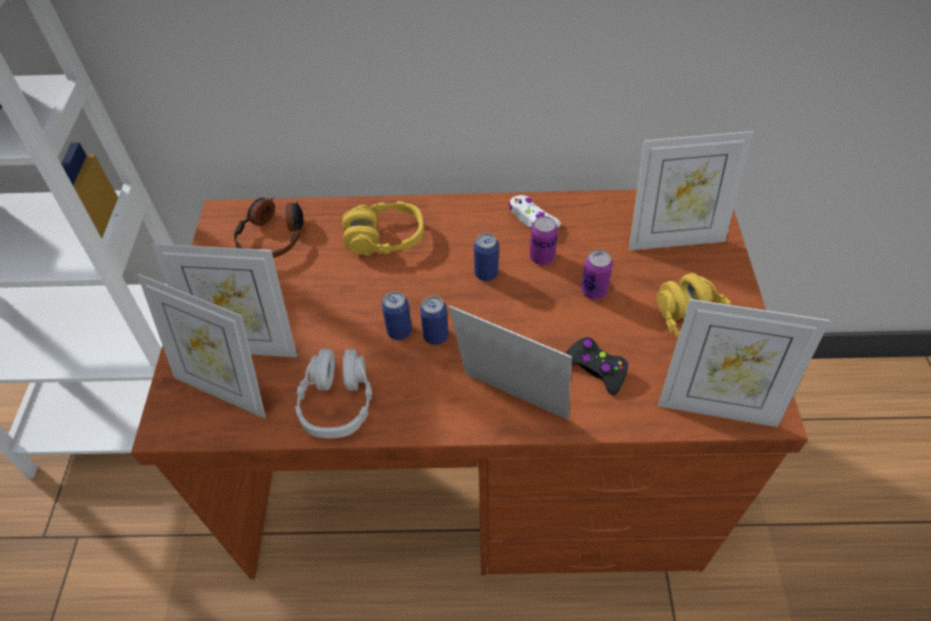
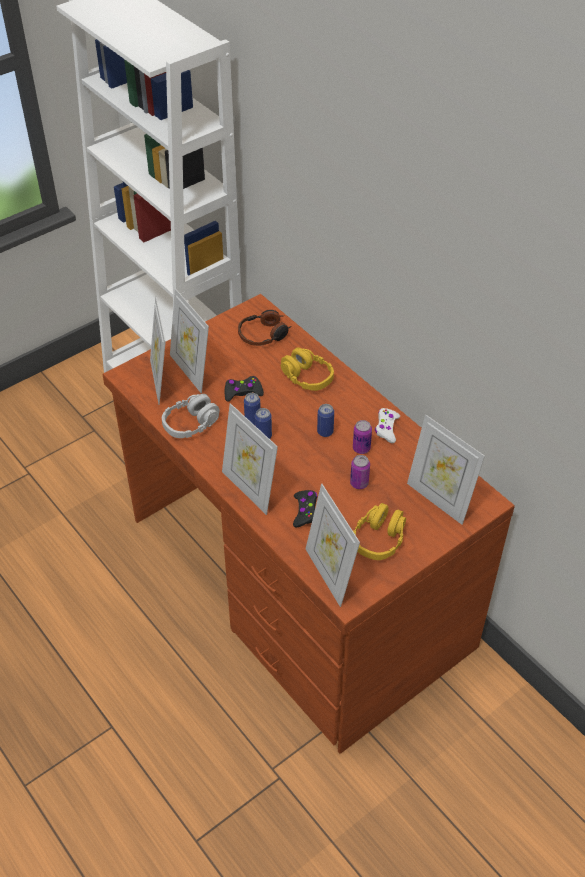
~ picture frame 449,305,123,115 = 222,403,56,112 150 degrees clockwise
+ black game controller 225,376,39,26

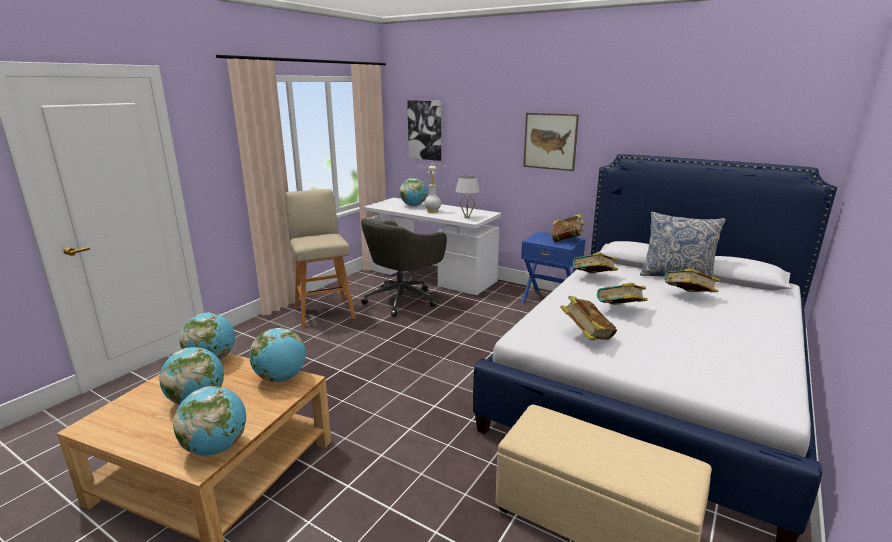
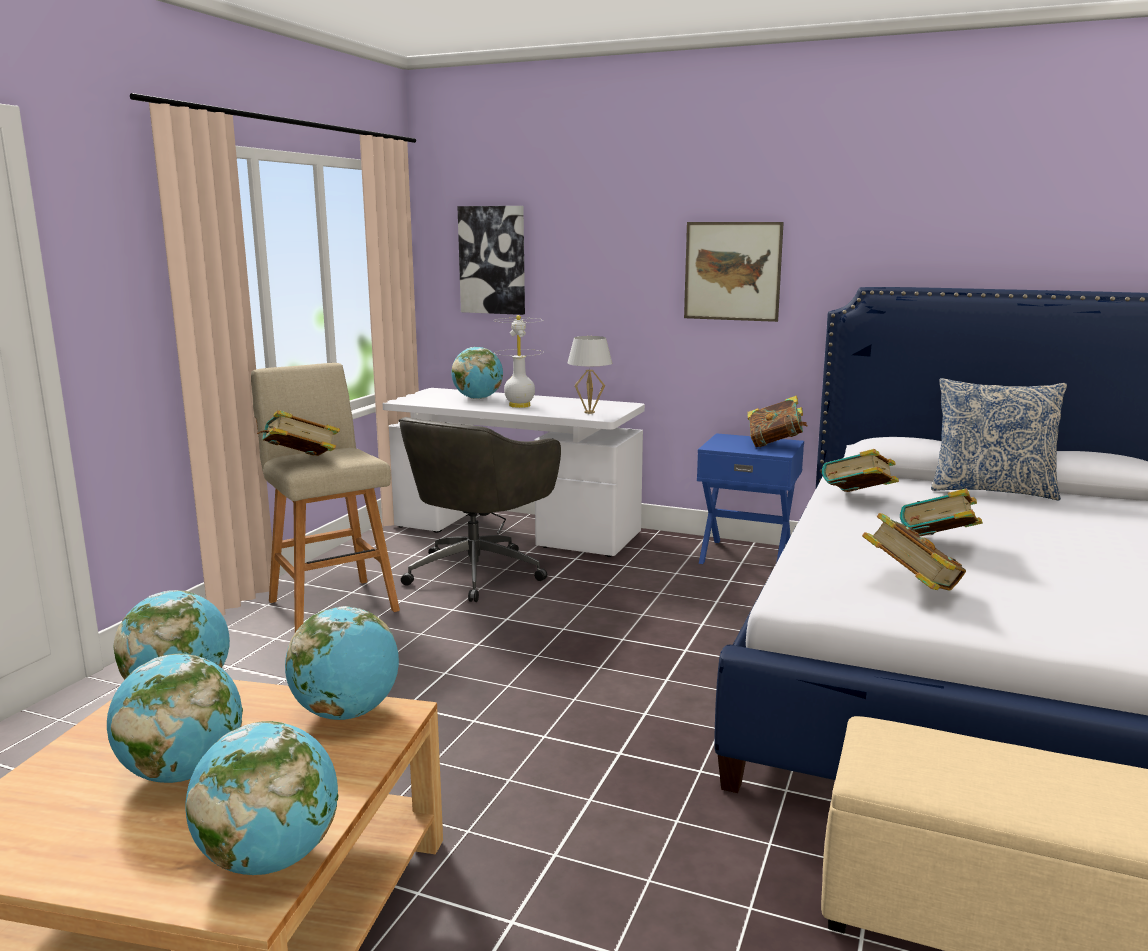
~ book 664,269,56,23 to 257,410,83,46

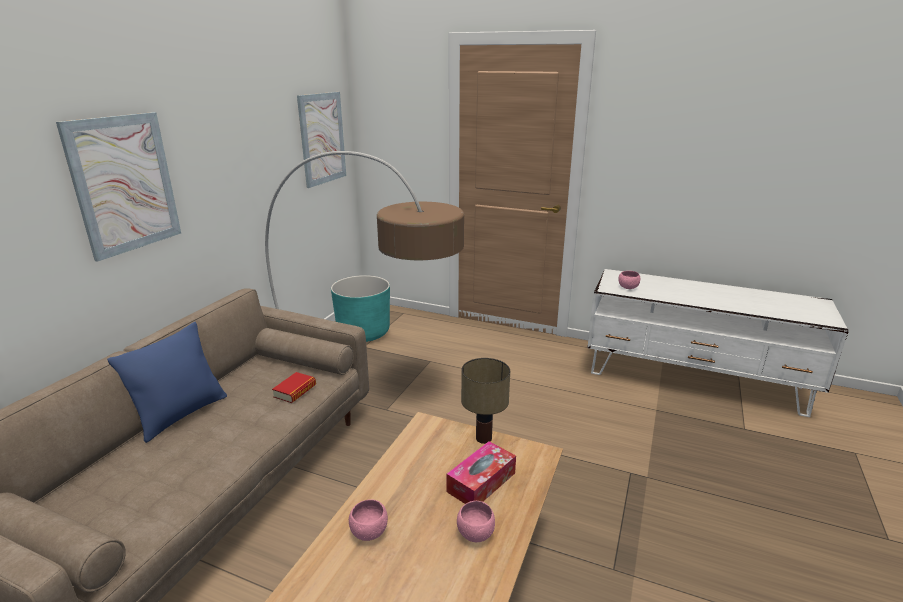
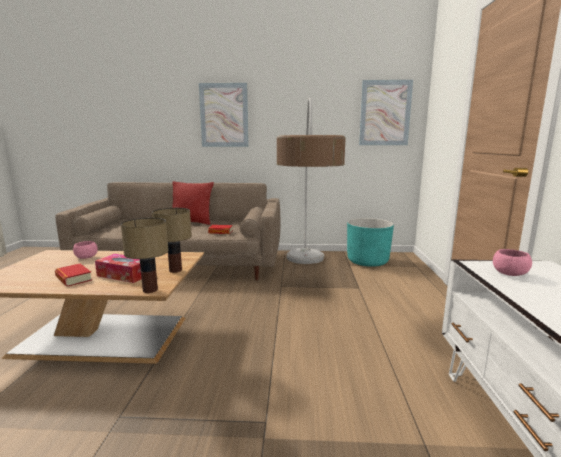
~ blue pillow 107,322,120,121 to red pillow 172,181,42,44
~ pink bowl 457,501,38,41 to book 55,264,37,23
+ table lamp 121,218,48,75

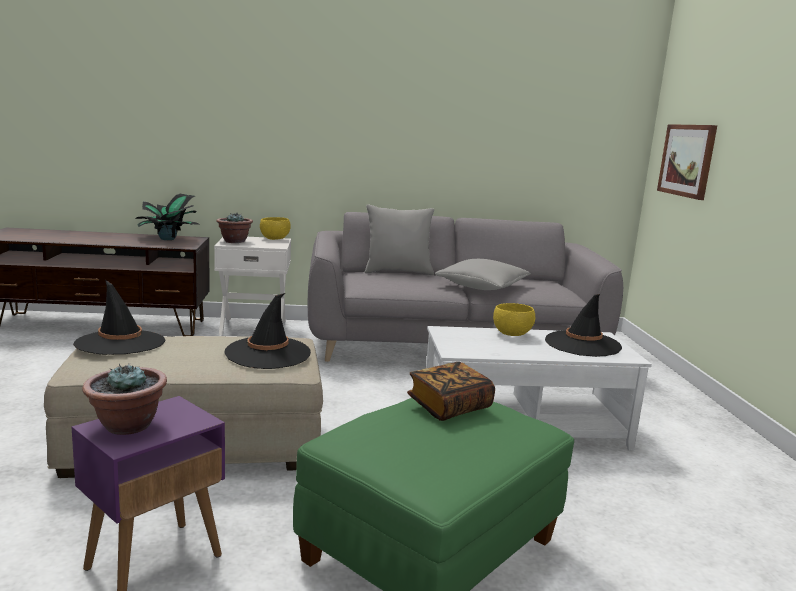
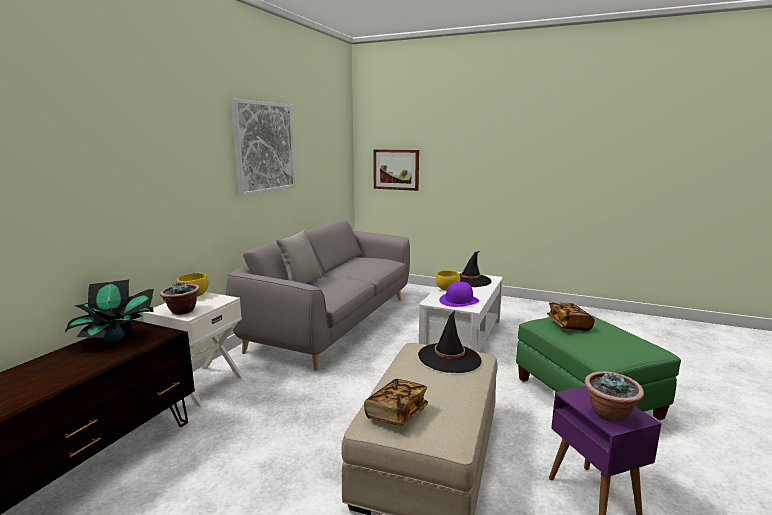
~ black hat 73,280,93,75 to book 364,379,64,47
- grey pillow 435,259,96,31
+ picture 231,99,64,97
+ purple hat 439,282,40,25

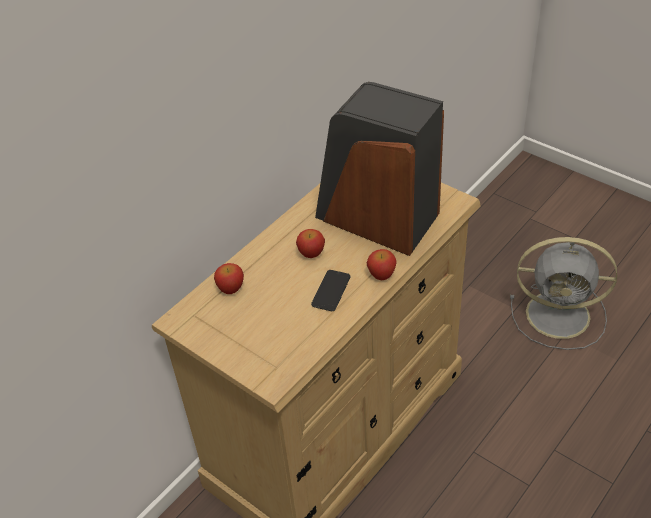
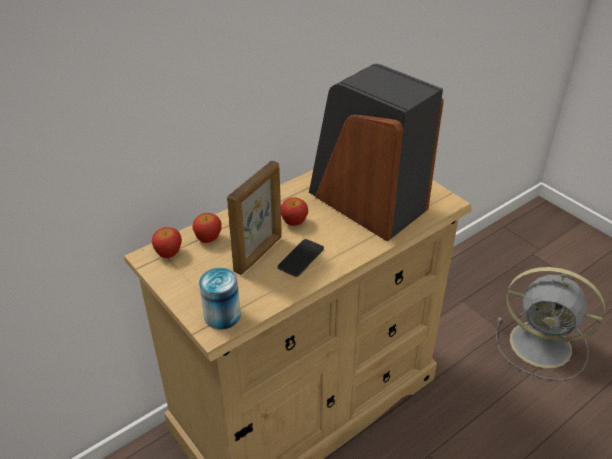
~ apple 367,249,30,31 to 152,227,30,31
+ can 199,268,42,62
+ picture frame 227,161,55,114

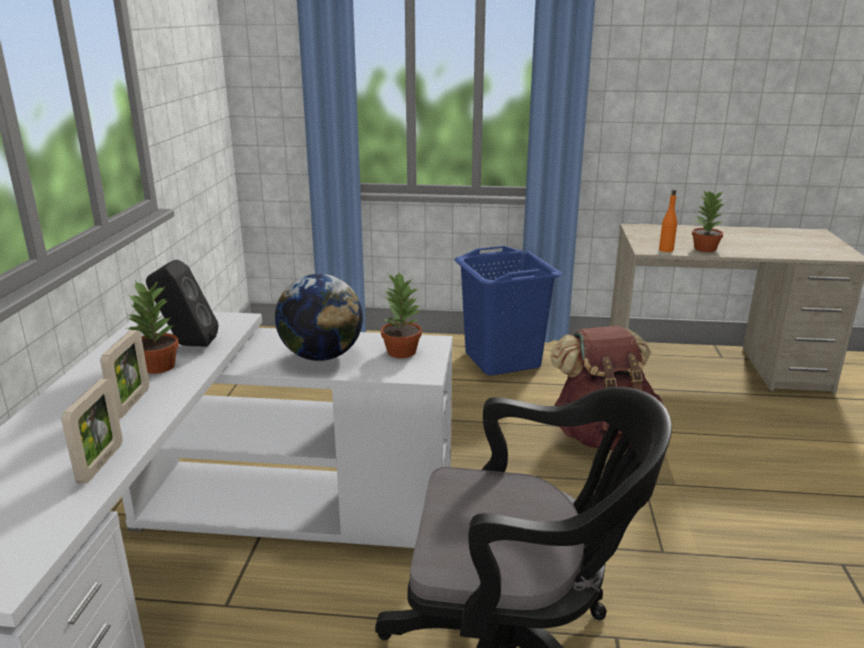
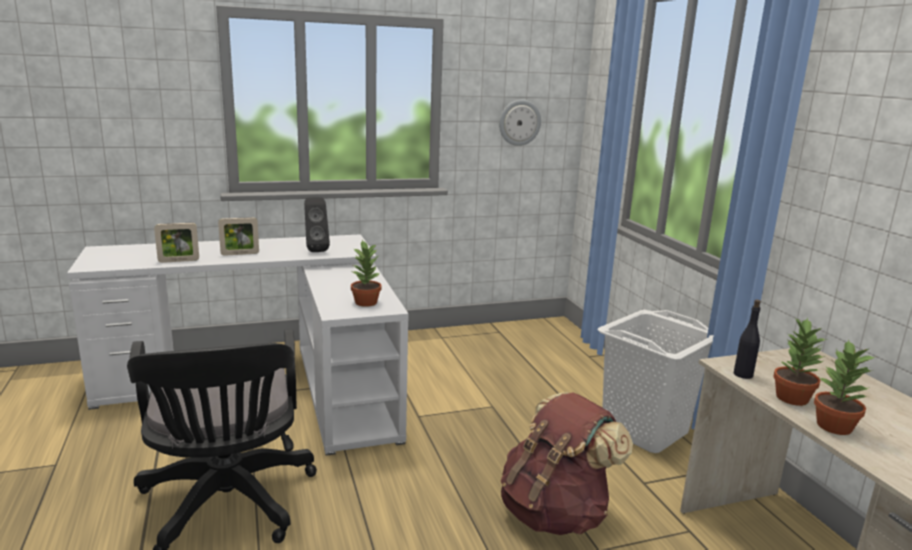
~ potted plant 126,281,53,93 to 814,340,63,95
- globe 275,274,88,87
~ blue laundry basket 454,246,108,129 to white laundry basket 598,310,115,143
~ orange bottle 659,190,18,62 to black bottle 734,300,27,79
+ wall clock 499,100,42,46

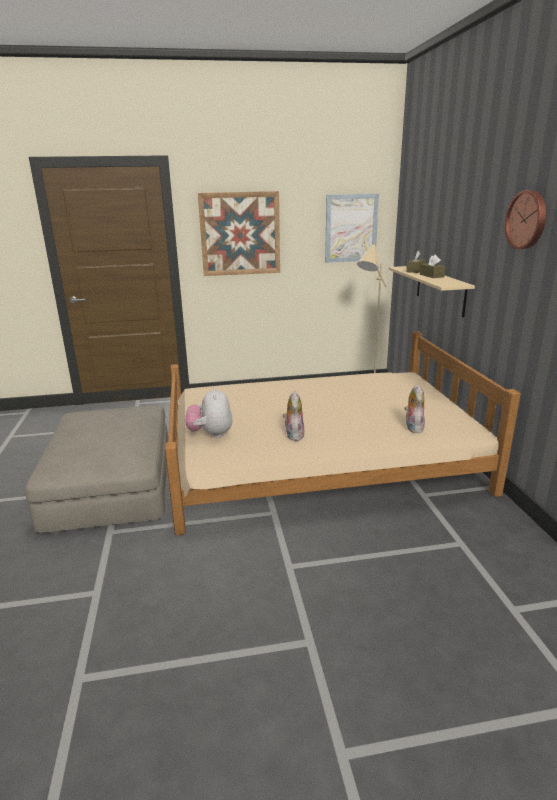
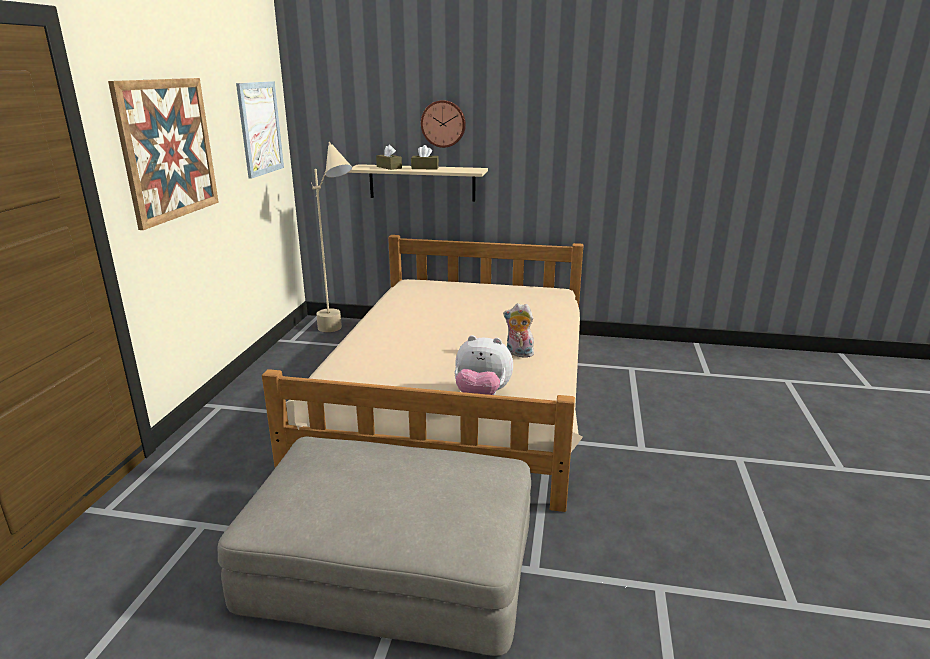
- plush toy 404,384,21,49
~ wall clock 505,190,41,59 to 421,100,45,48

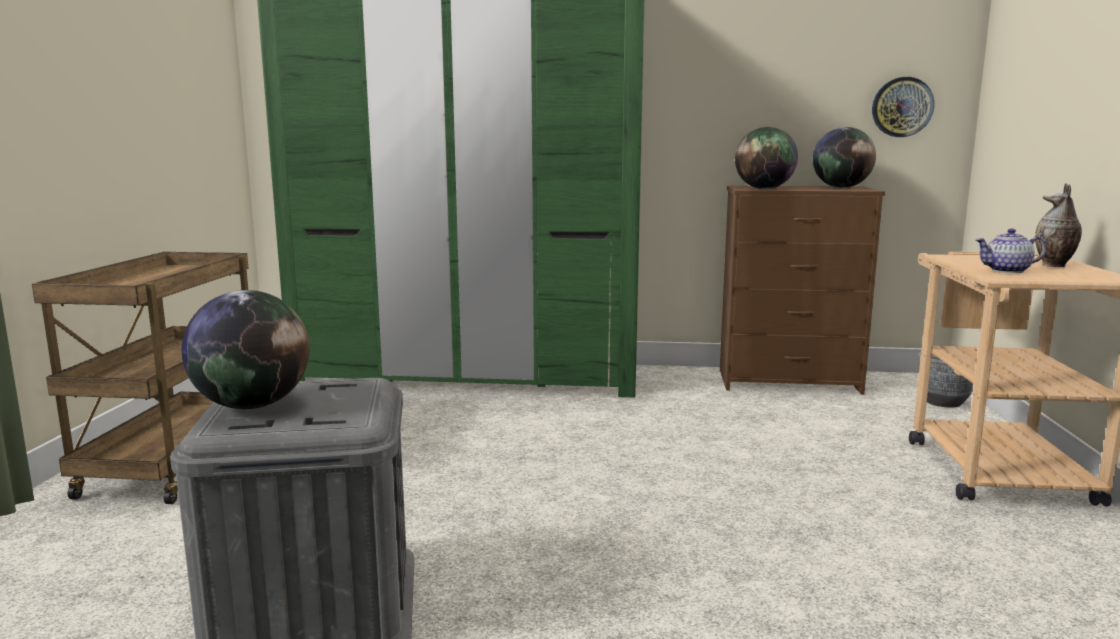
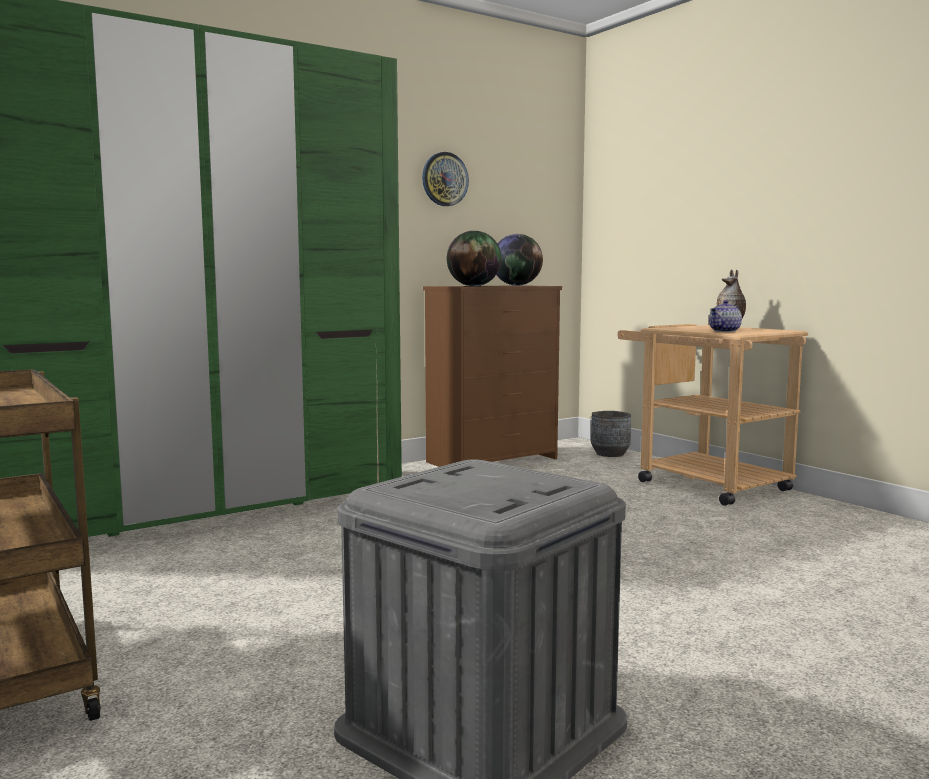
- globe 182,290,128,119
~ wall clock 872,77,62,60 to 422,152,47,54

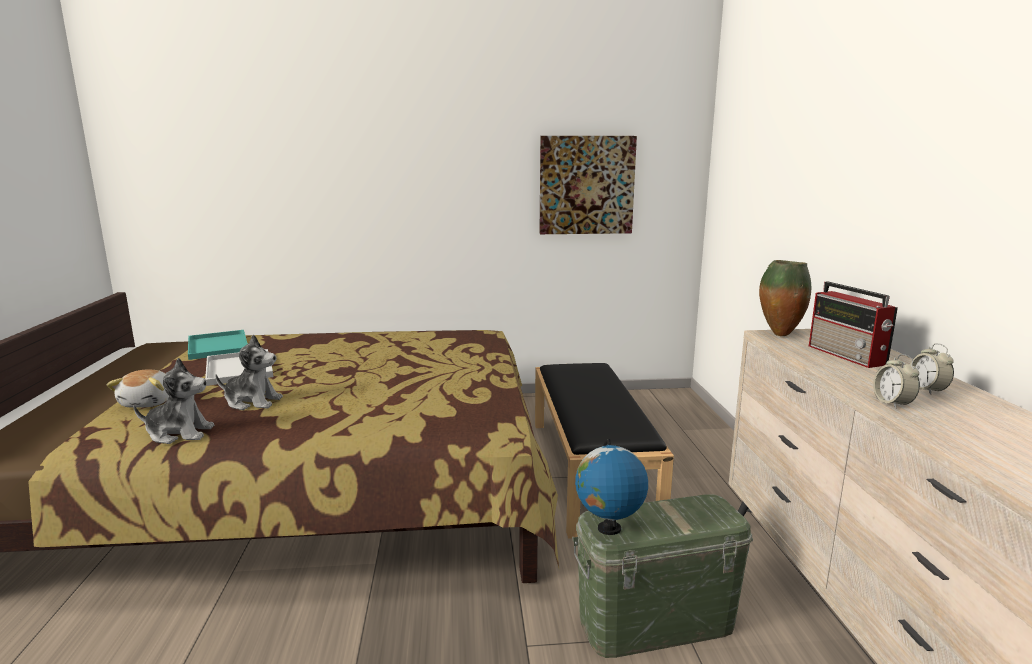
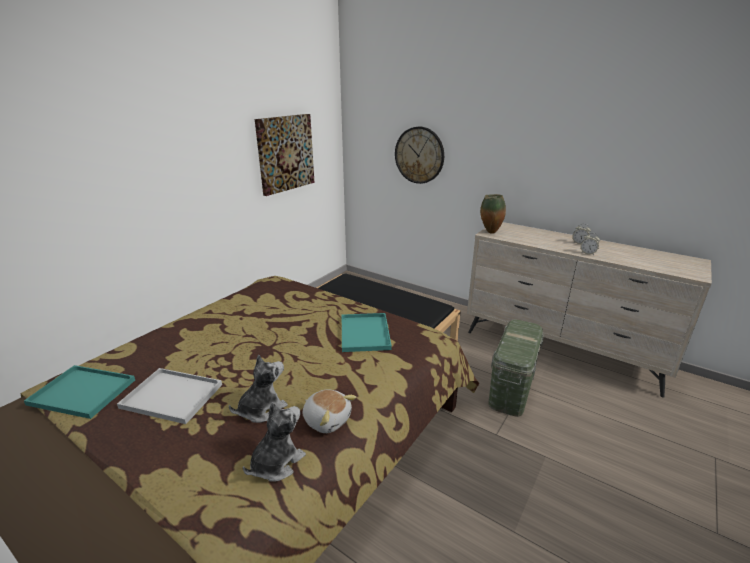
~ plush toy 106,370,63,38 to 303,390,53,43
- globe 575,439,73,96
- radio 809,281,89,87
+ turquoise tray 342,313,50,39
+ wall clock 395,127,49,57

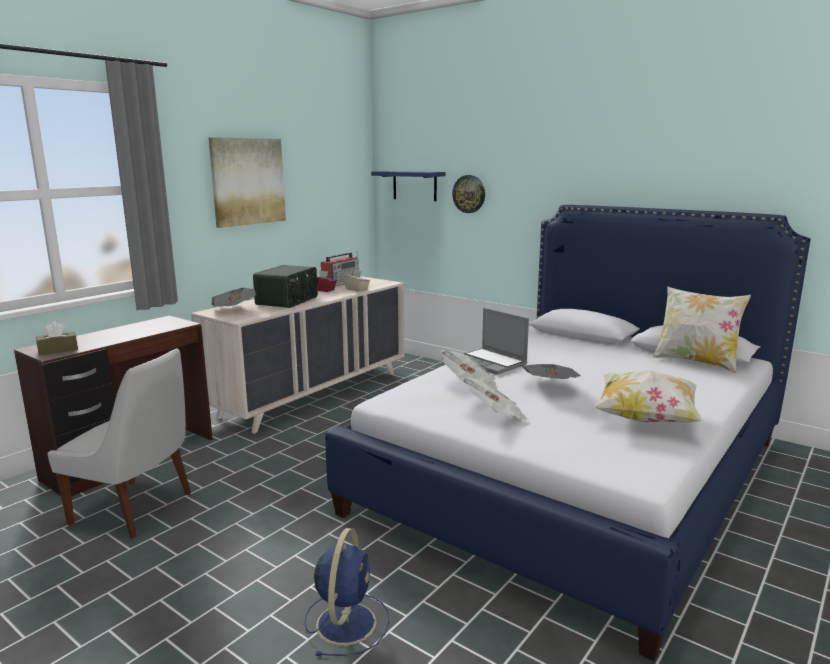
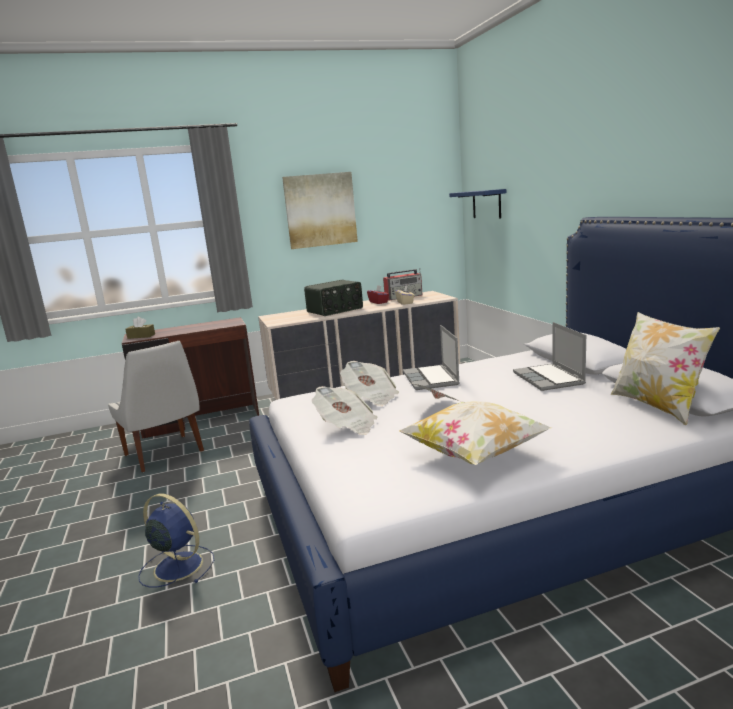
- newspaper 211,288,45,19
~ blue fan 305,528,84,128 = 138,494,76,93 105 degrees counterclockwise
- wall clock 452,175,33,38
+ laptop 513,322,73,69

